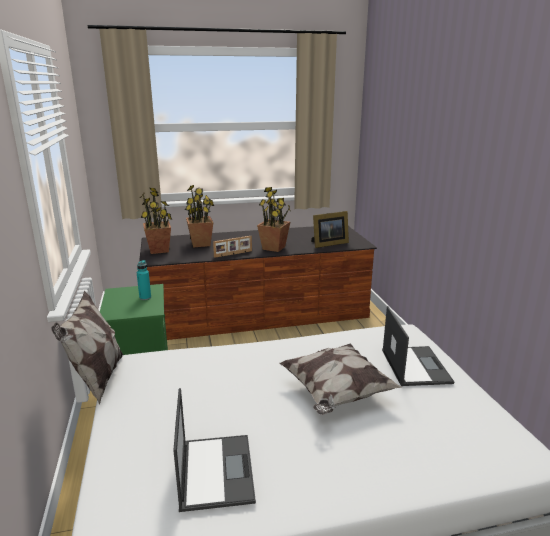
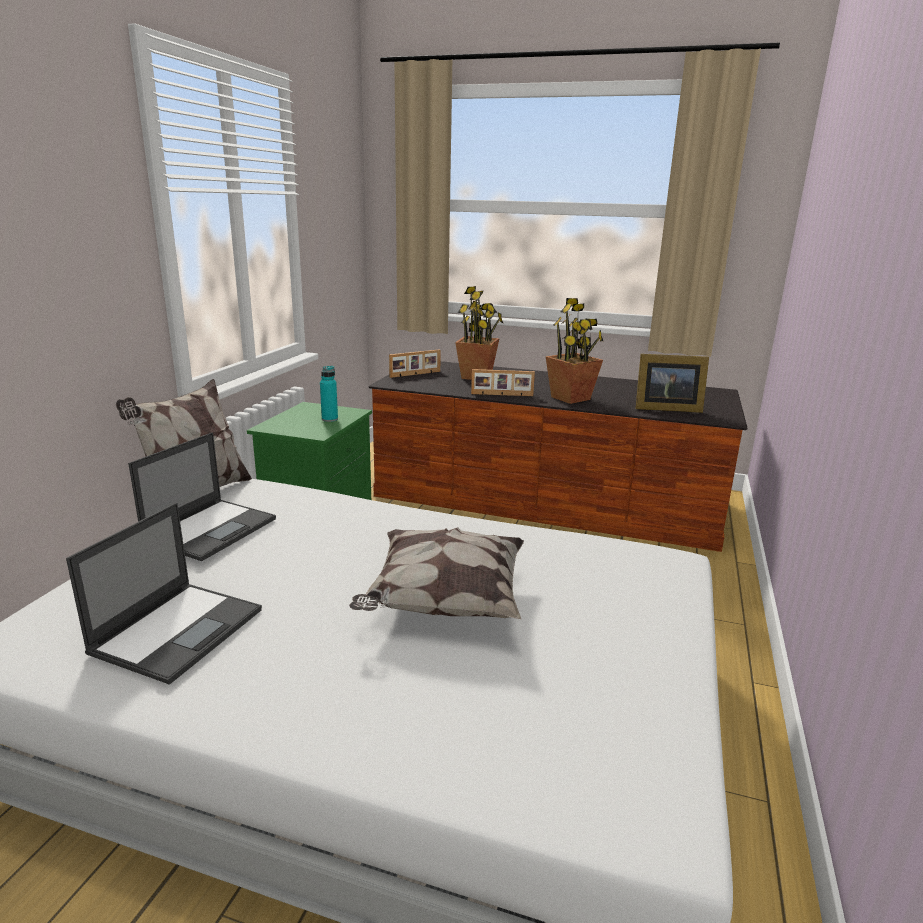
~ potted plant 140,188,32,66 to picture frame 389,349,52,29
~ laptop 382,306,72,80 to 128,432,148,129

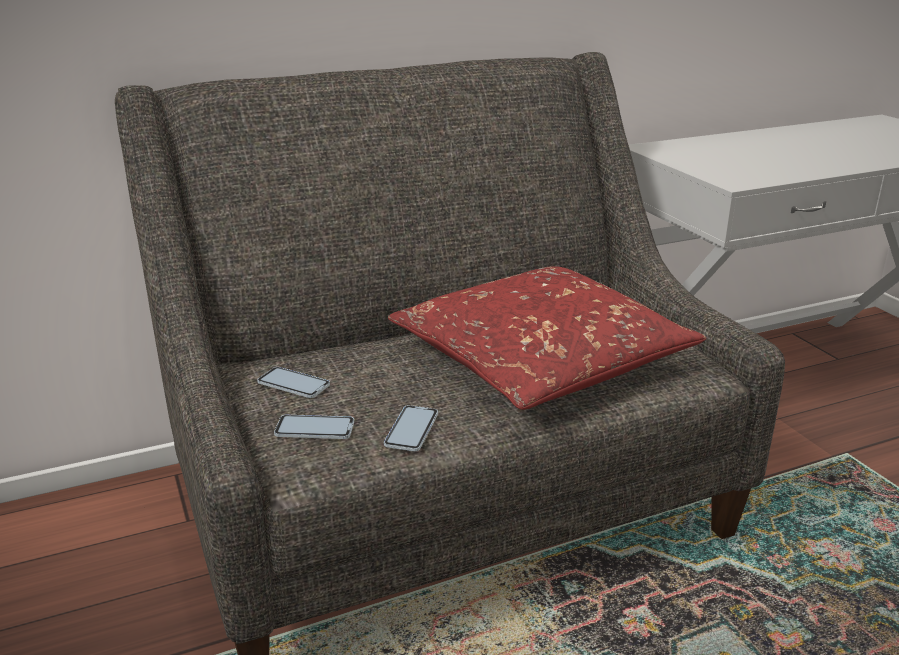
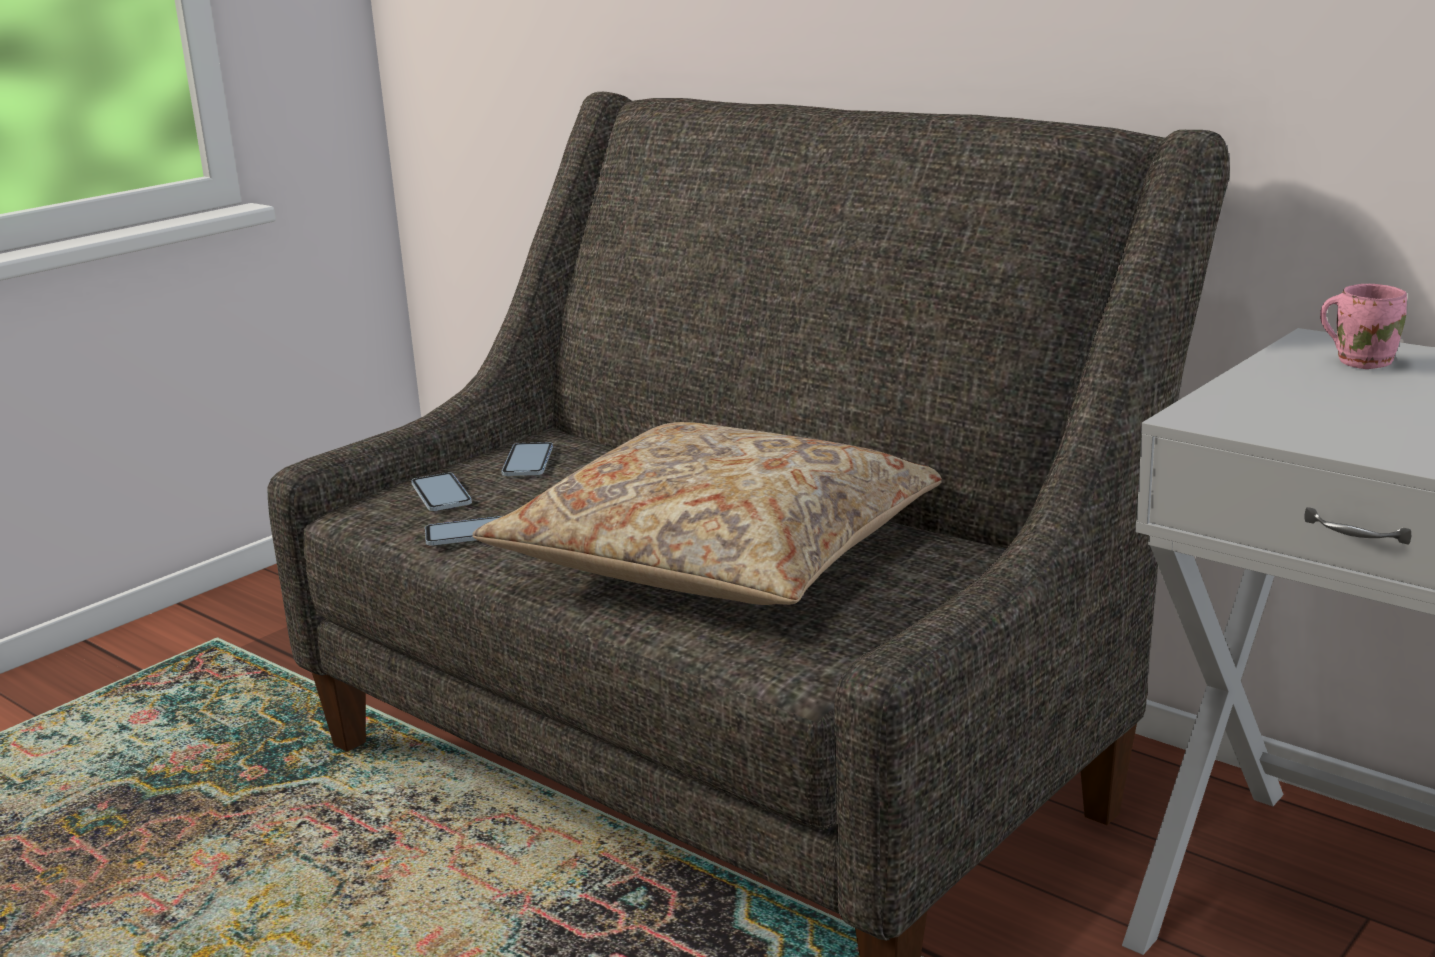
~ red pillow 388,266,318,144 to beige pillow 473,422,469,183
+ pink mug 1320,284,87,85

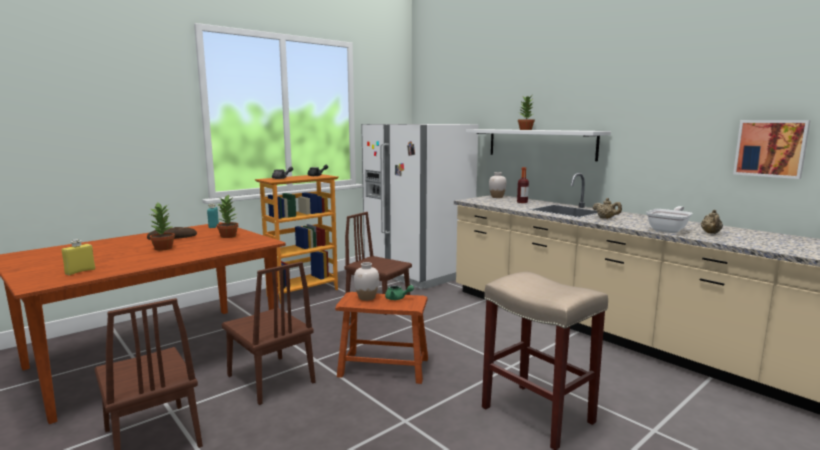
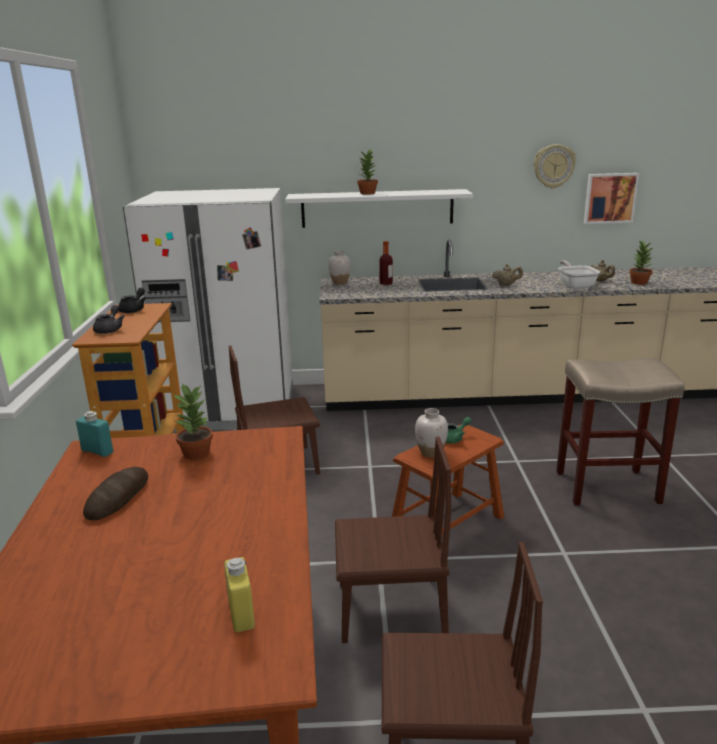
~ potted plant 149,203,26,48 to 629,241,24,44
+ wall clock 534,144,42,45

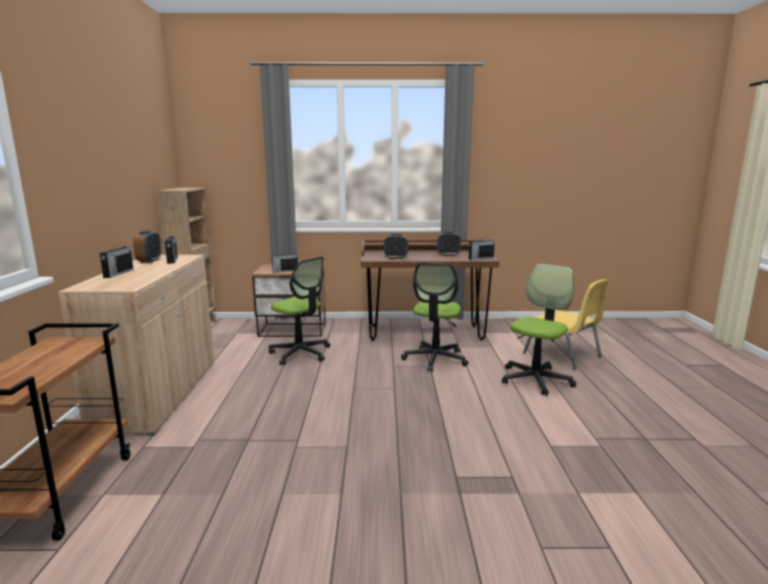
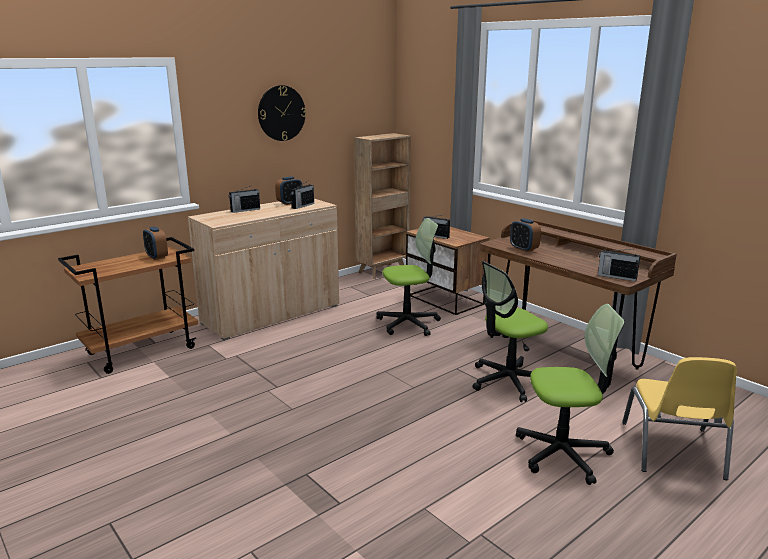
~ office chair 269,257,61,108 = 376,218,65,118 105 degrees counterclockwise
~ alarm clock 437,231,24,25 to 143,227,25,33
+ wall clock 258,85,48,56

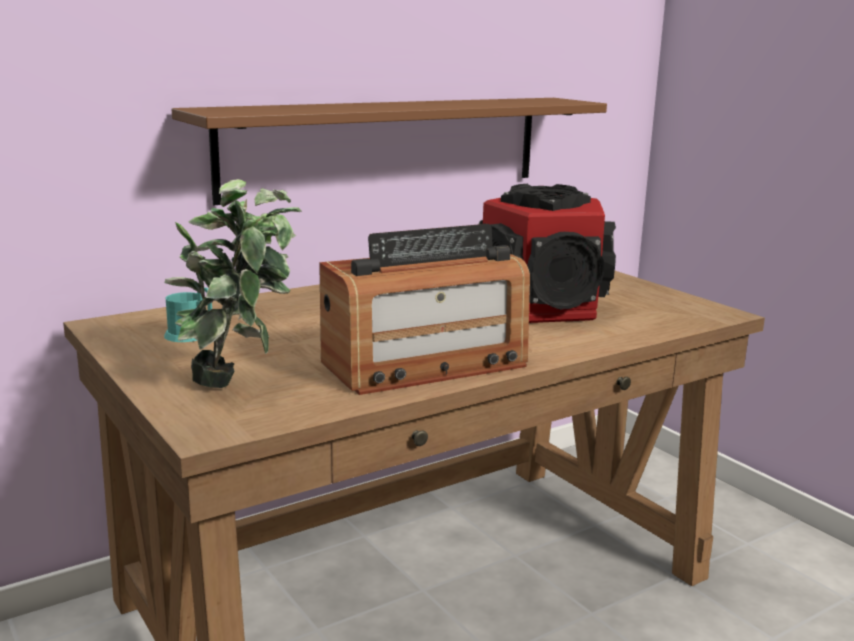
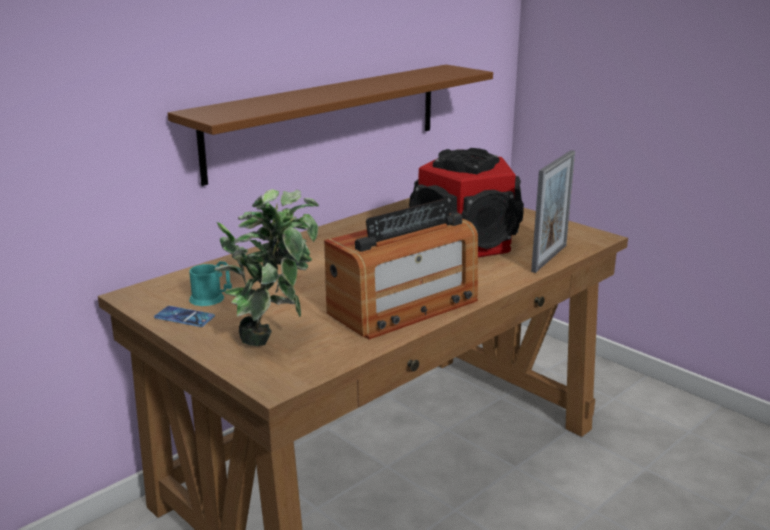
+ phone 154,306,61,21
+ picture frame 531,150,44,123

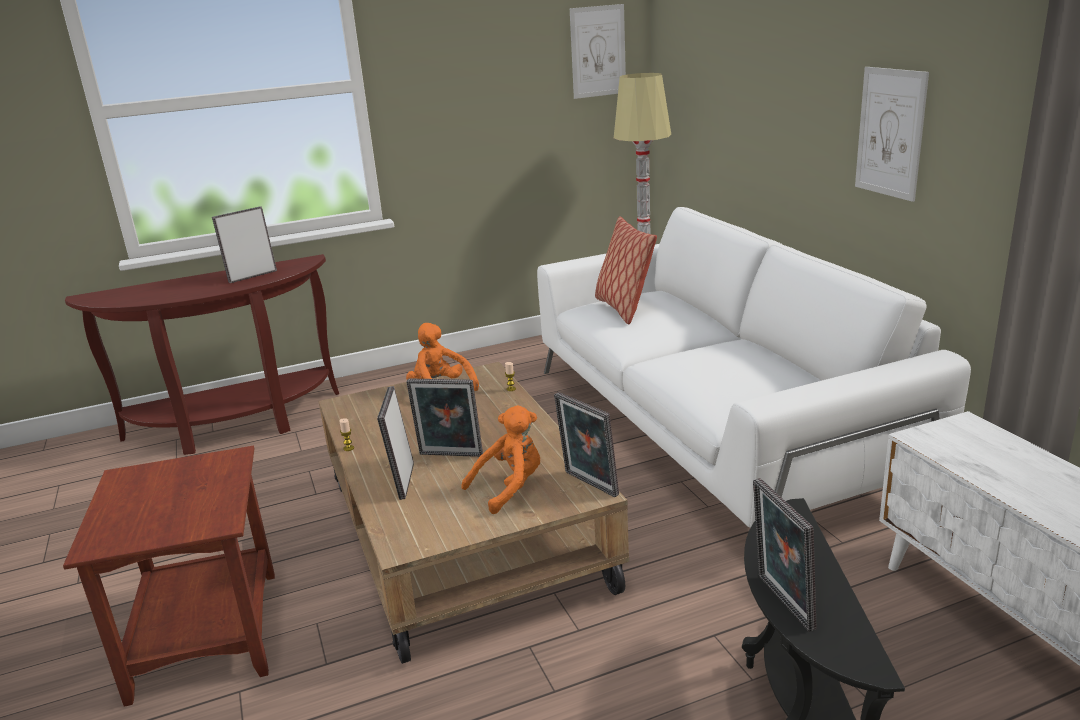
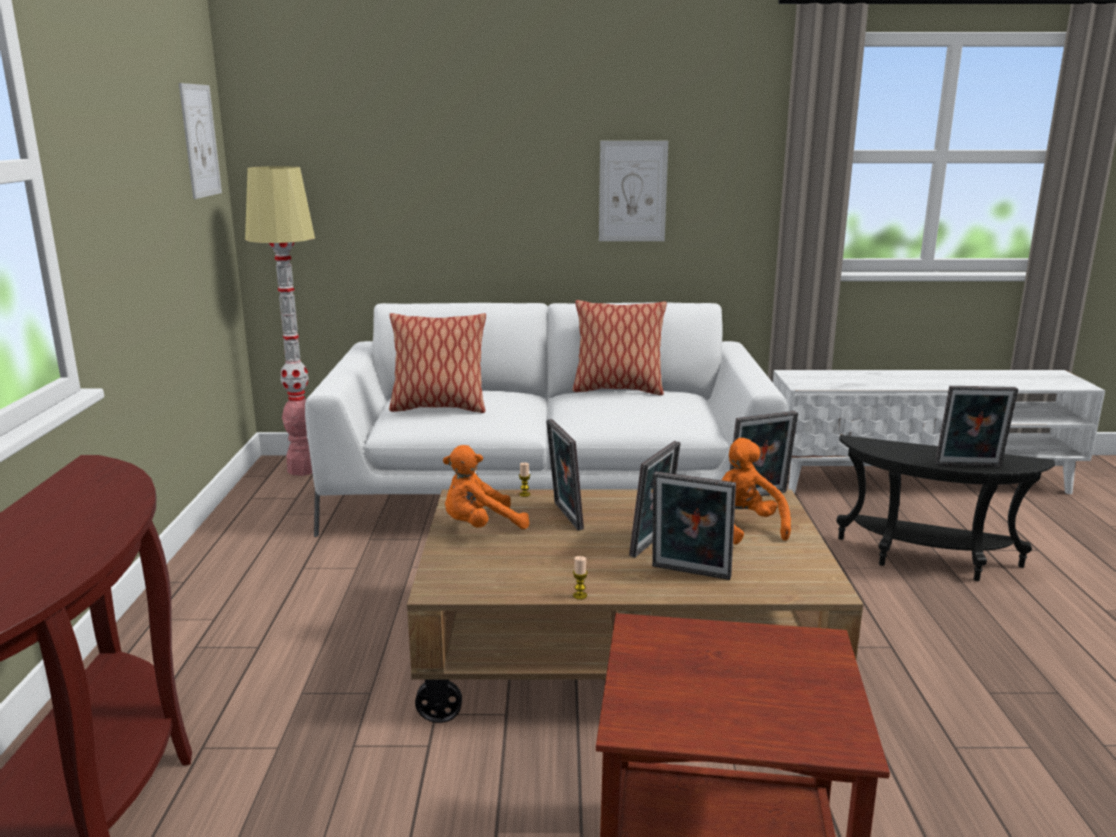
~ picture frame 212,206,65,77 to 546,419,38,112
+ pillow 573,300,94,95

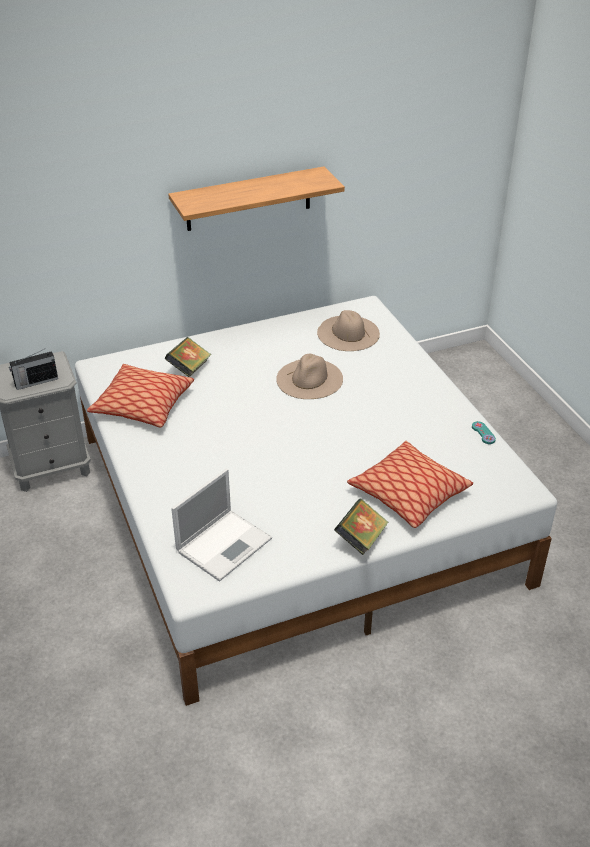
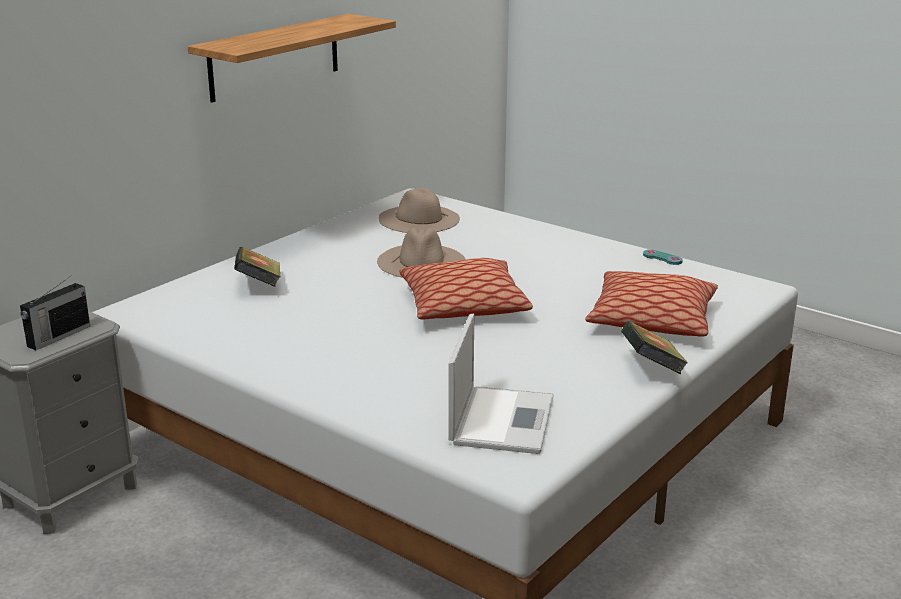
~ pillow 87,364,107,64 to 399,258,134,61

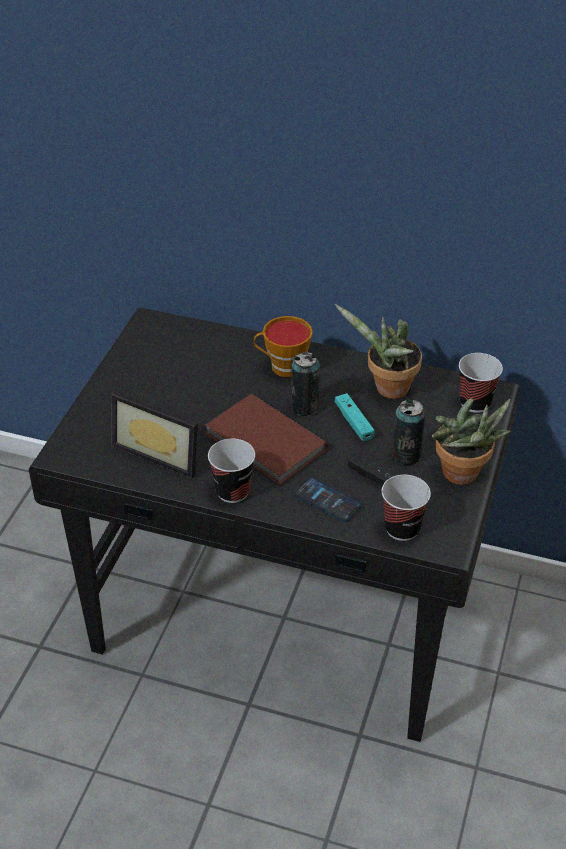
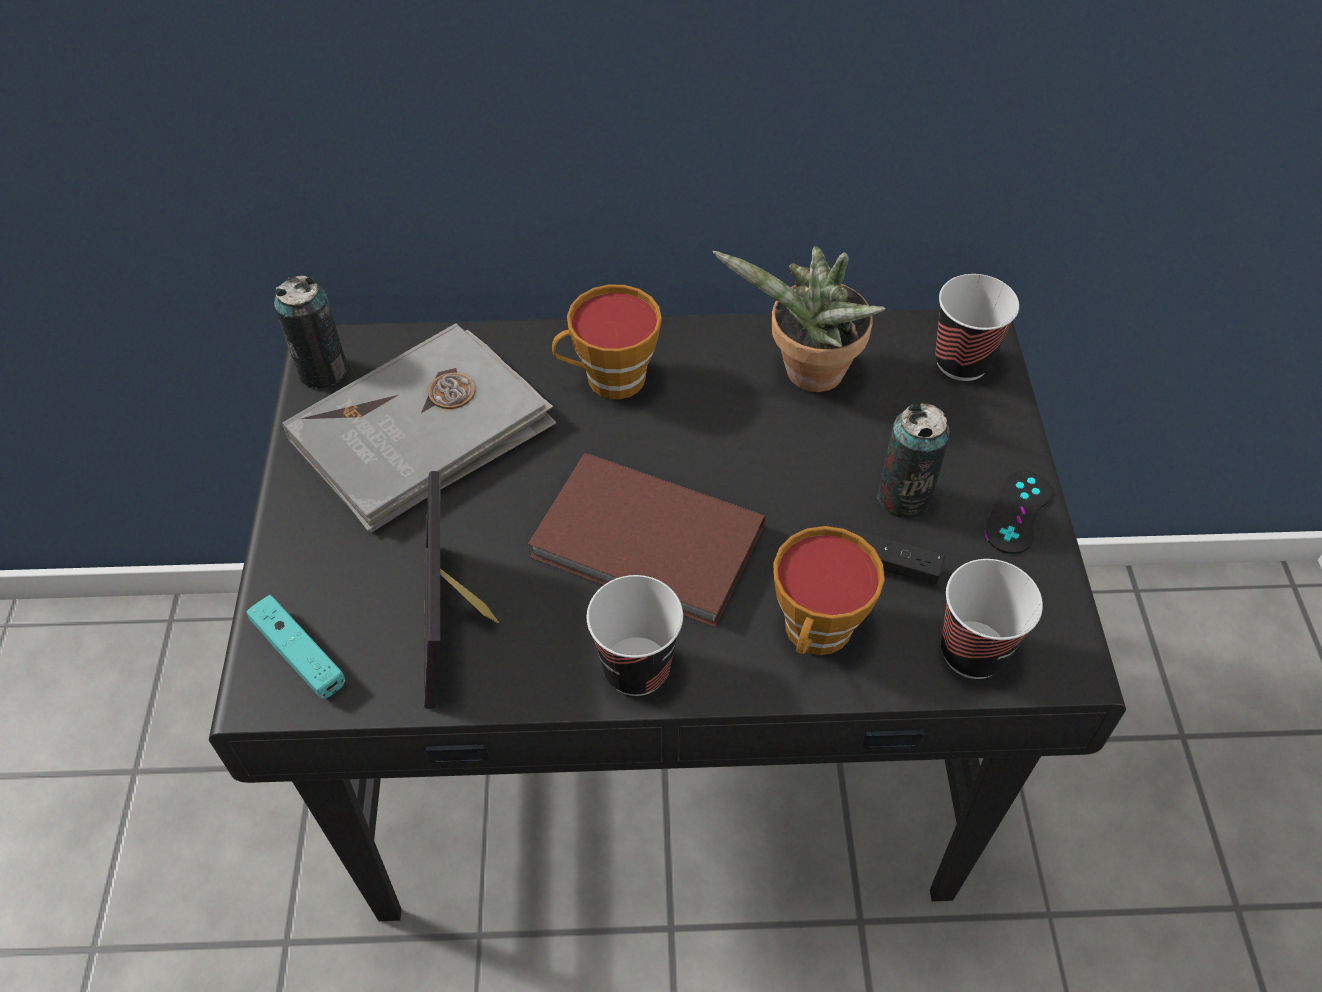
~ picture frame 111,391,87,87 = 424,471,75,238 75 degrees clockwise
~ can 291,352,29,64 to 274,276,73,113
~ phone 294,477,68,45 to cup 773,526,112,129
~ turquoise game controller 335,393,40,48 to 246,595,99,104
~ potted plant 432,398,79,87 to black game controller 985,471,67,83
+ grey book 282,323,274,209

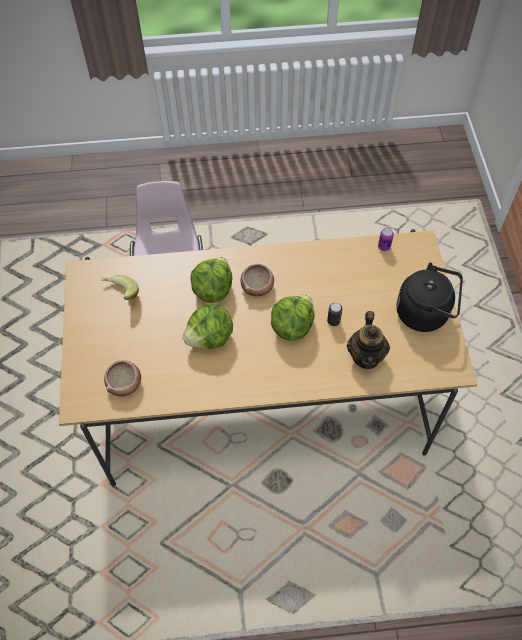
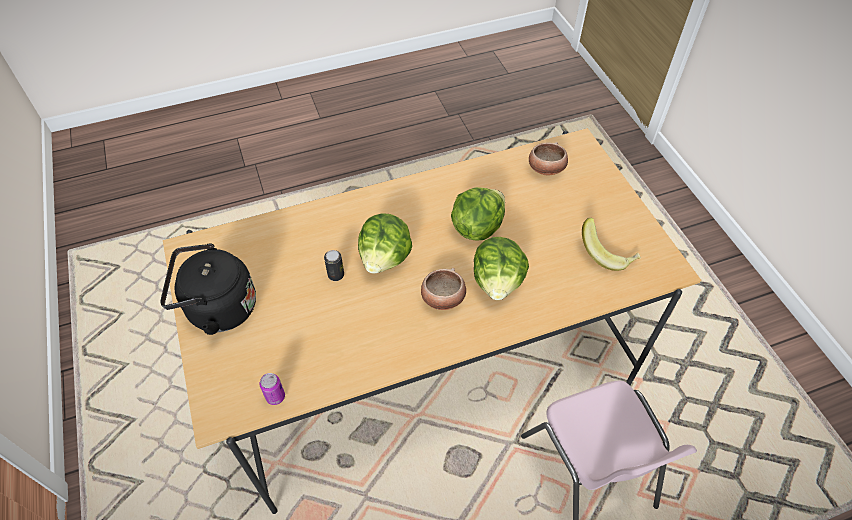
- teapot 347,311,43,58

